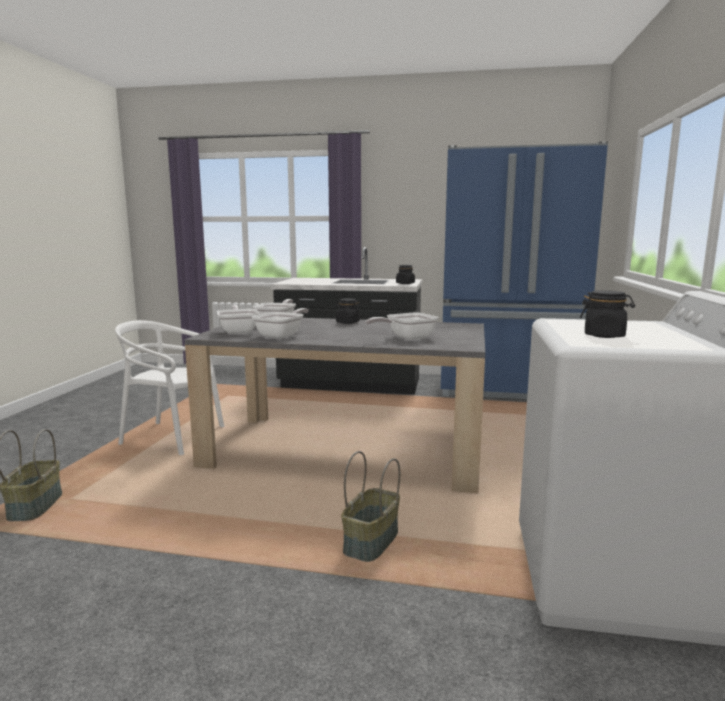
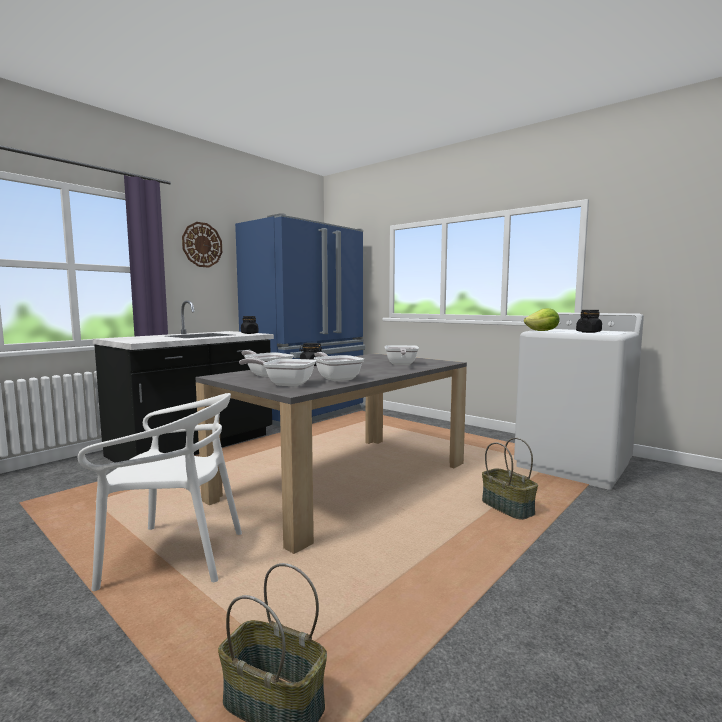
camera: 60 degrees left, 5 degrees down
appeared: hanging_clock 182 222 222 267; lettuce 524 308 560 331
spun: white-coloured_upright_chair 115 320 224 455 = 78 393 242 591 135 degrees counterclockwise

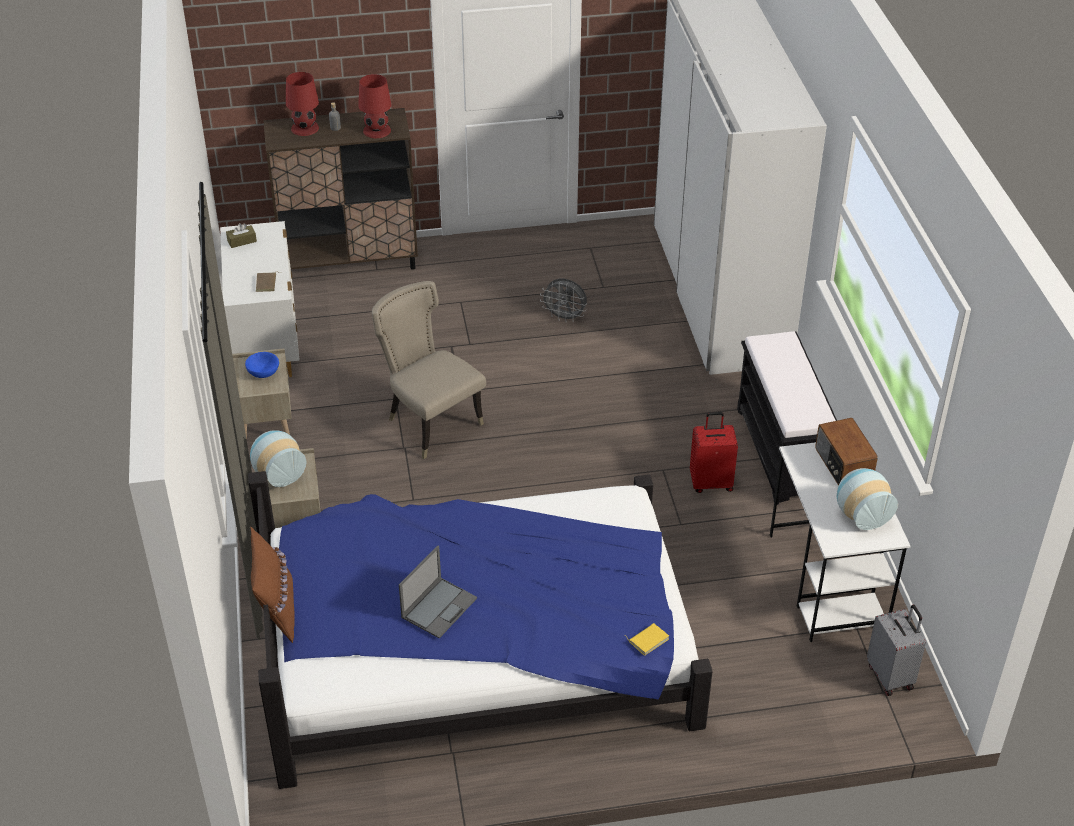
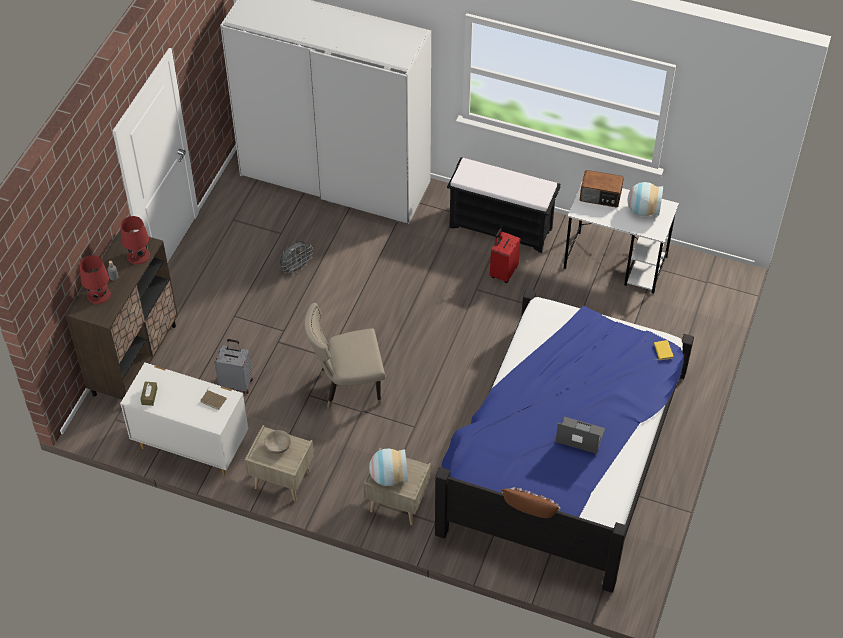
camera: 60 degrees left, 10 degrees up
relocated: greyish_piece_of_luggage 867 604 926 696 to 214 339 253 394
colour: blue_serving_bowl 245 352 279 378 to beige_serving_bowl 264 430 291 454
spun: notebook_computer 399 546 477 638 = 556 417 605 454 45 degrees counterclockwise

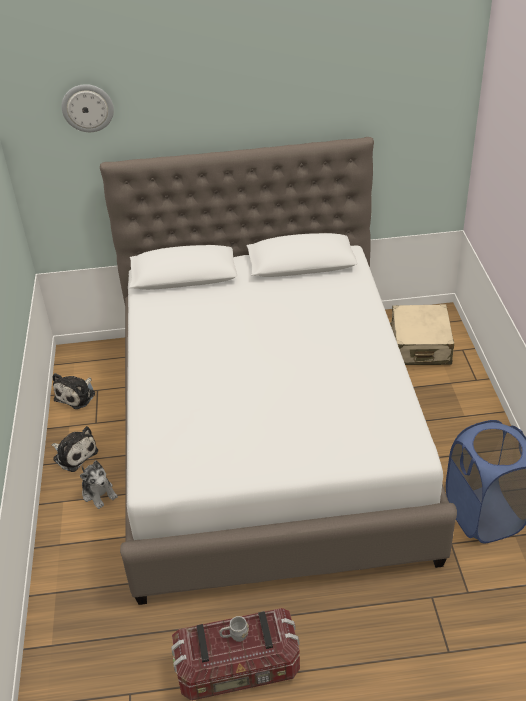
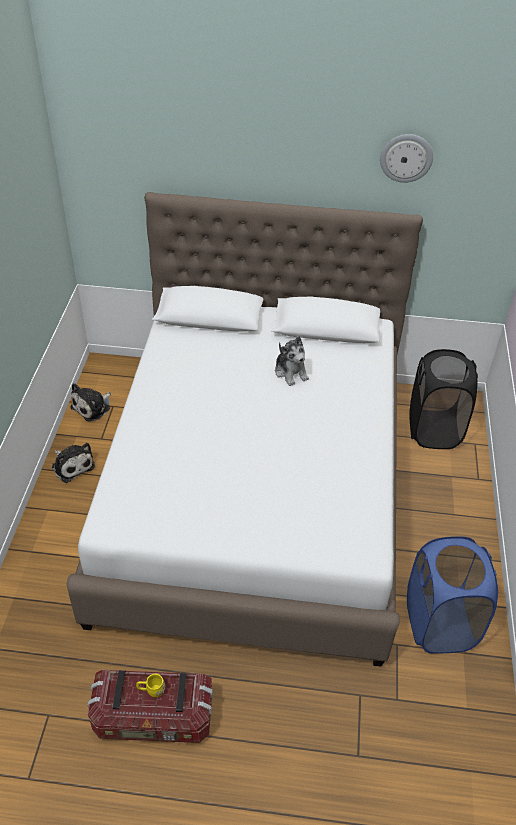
camera: 10 degrees right, 5 degrees up
relocated: hanging_clock 62 84 114 132 to 380 134 433 183; soft_toy 80 460 118 509 to 275 336 309 386
exchanged: beige_piece_of_luggage 390 304 454 365 to black_laundry_basket 409 349 478 449
colour: greyish_mug 219 616 249 642 to yellow_mug 136 674 165 697

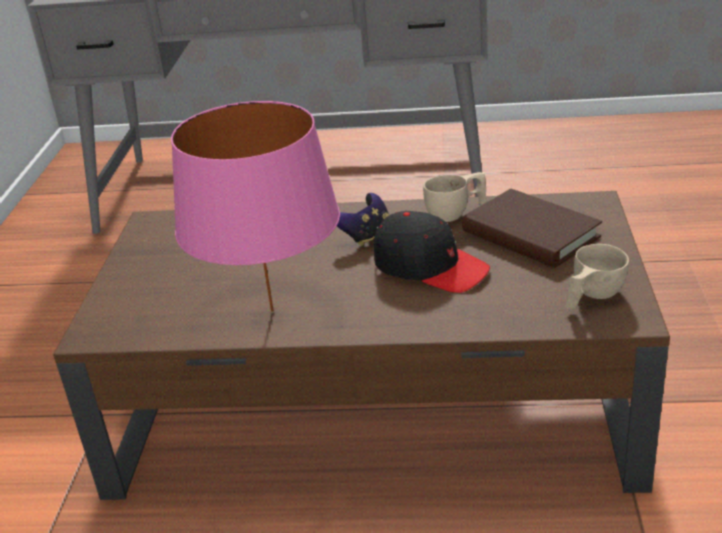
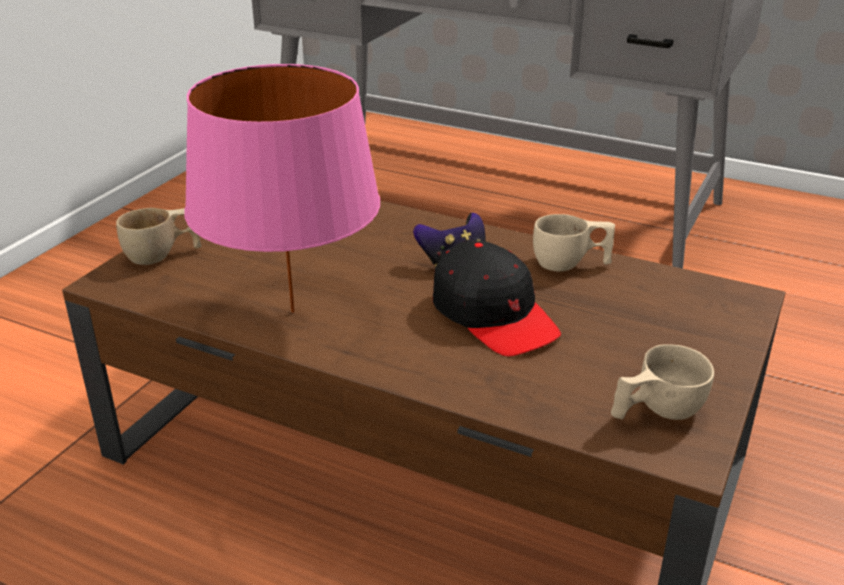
camera: 20 degrees right, 0 degrees up
missing: brown-coloured_volume 462 189 602 268
appeared: beige_small_cup 116 208 202 265

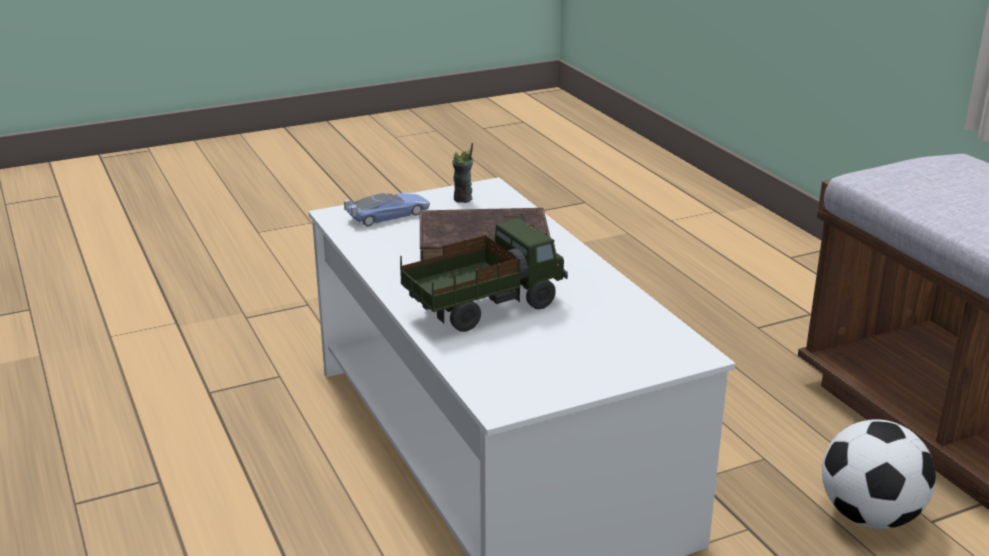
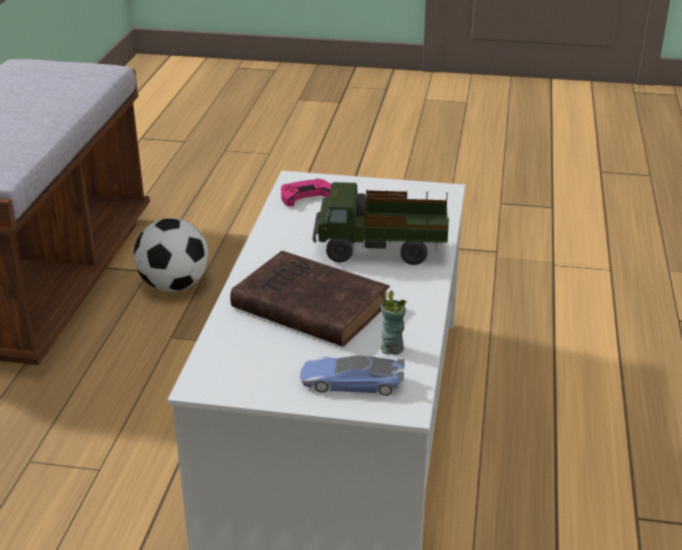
camera: 145 degrees left, 5 degrees up
appeared: pink_joypad 281 179 331 206
relocated: small_cup 452 143 473 203 to 380 289 407 355

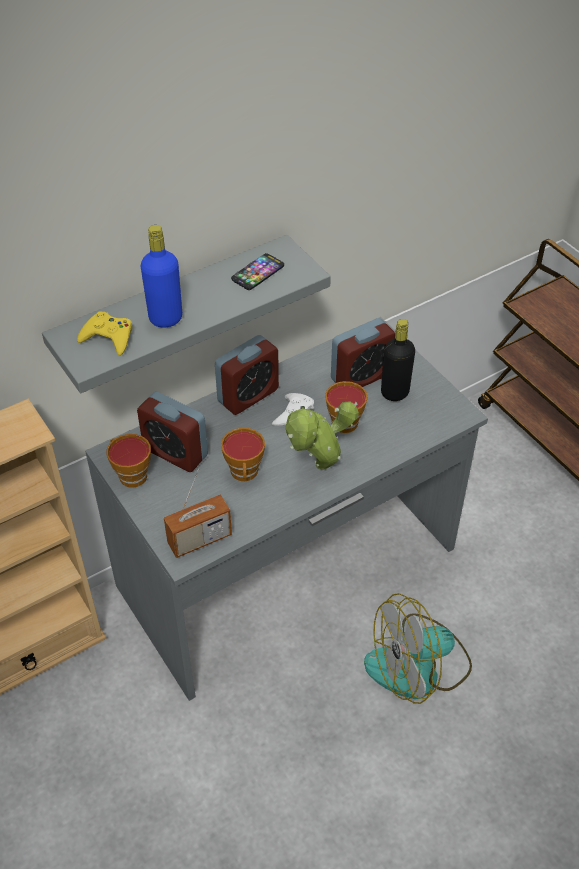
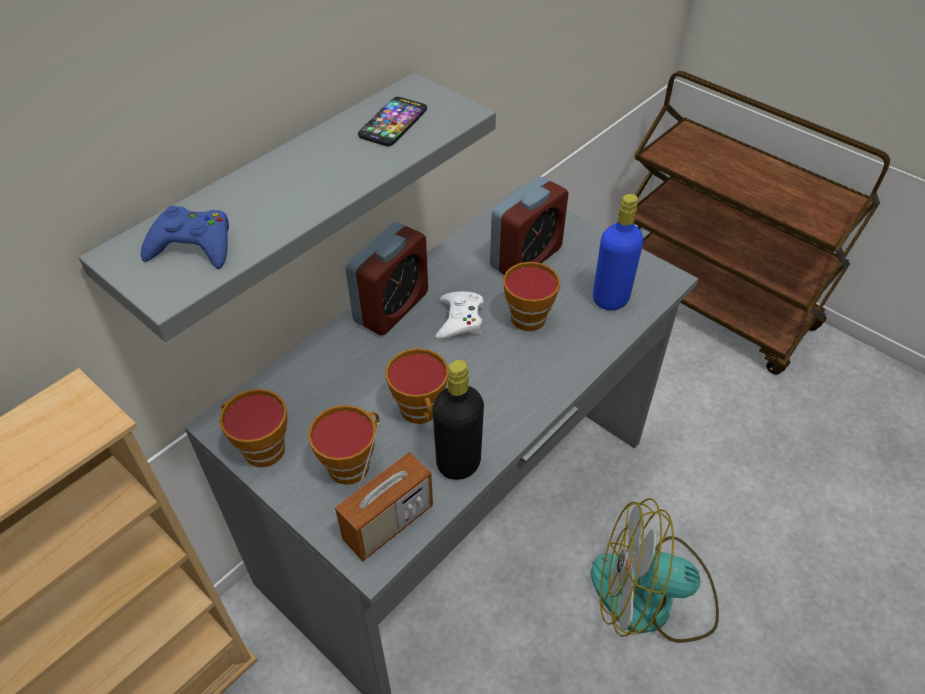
camera: 15 degrees left, 0 degrees up
missing: alarm_clock 137 391 208 472; potted_plant 285 401 359 470
appeared: small_cup 308 405 379 485
relocated: blue_drink_bottle 140 225 182 328 to 593 194 644 310; black_drink_bottle 381 319 415 401 to 433 360 484 480
colour: yellow_joypad 77 311 132 356 to blue_joypad 140 206 229 269
spun: fan 364 593 472 704 = 591 498 719 643 45 degrees clockwise

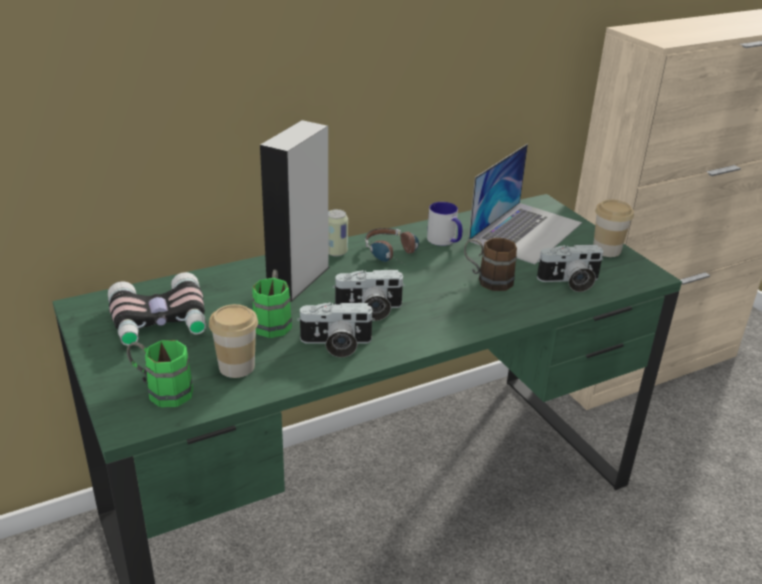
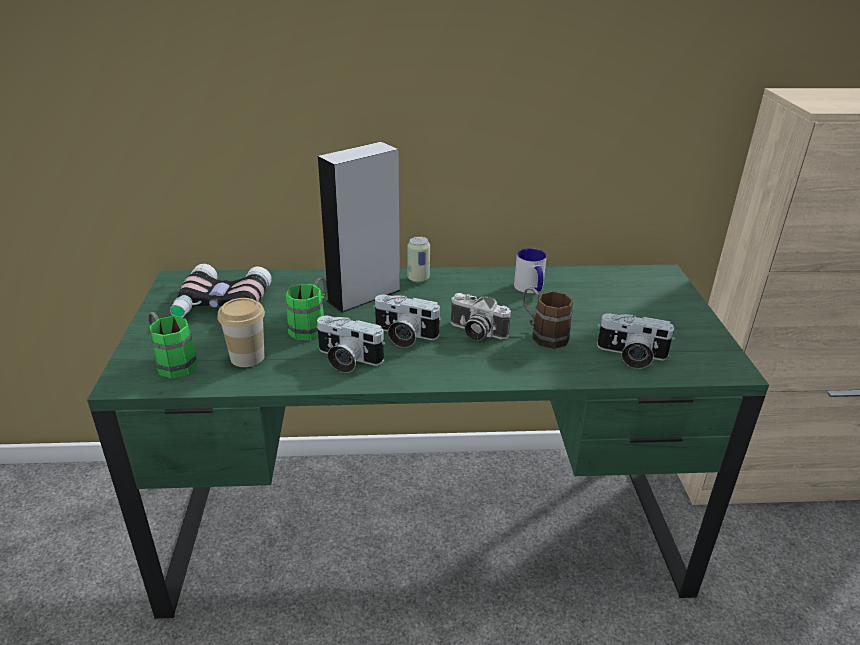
camera: 25 degrees right, 0 degrees up
missing: notebook_computer 469 144 582 264; small_cup 593 200 634 257; headset 365 228 419 264
appeared: photo_camera 451 293 511 340

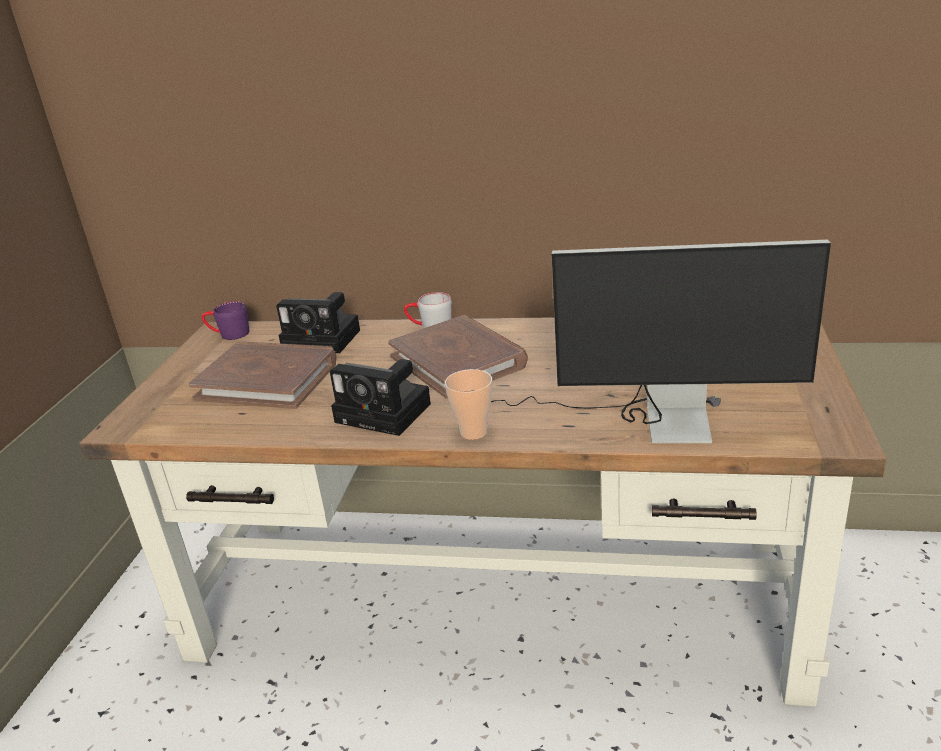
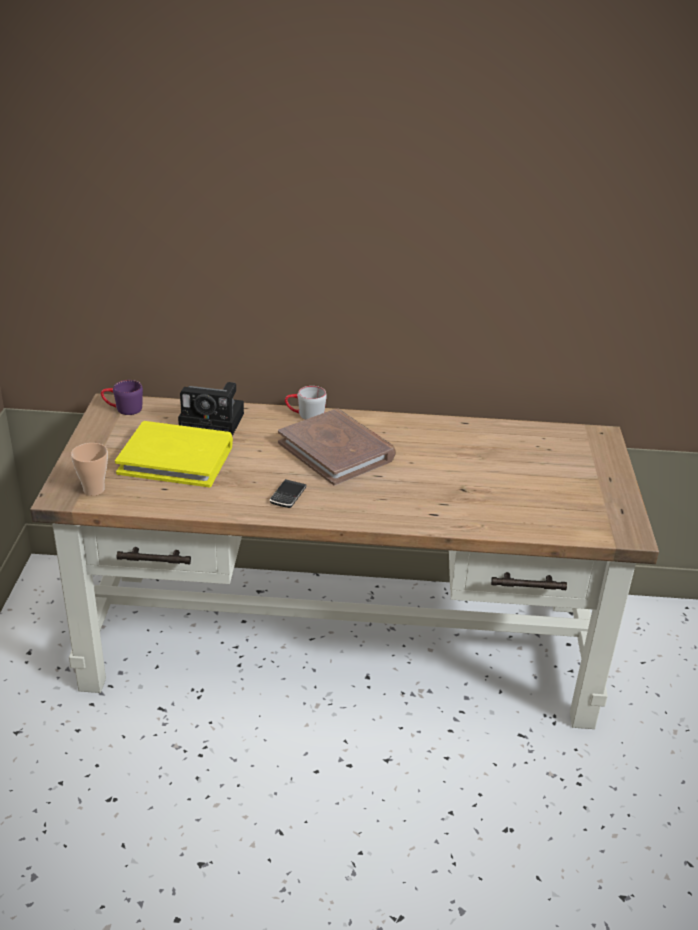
camera: 10 degrees left, 5 degrees up
missing: monitor 491 240 831 443
relocated: small_cup 445 369 492 440 to 71 443 108 496
exchanged: photo_camera 330 359 431 436 to telephone 270 479 307 508
colour: brown-coloured_volume 188 341 336 409 to yellow_volume 115 421 233 487

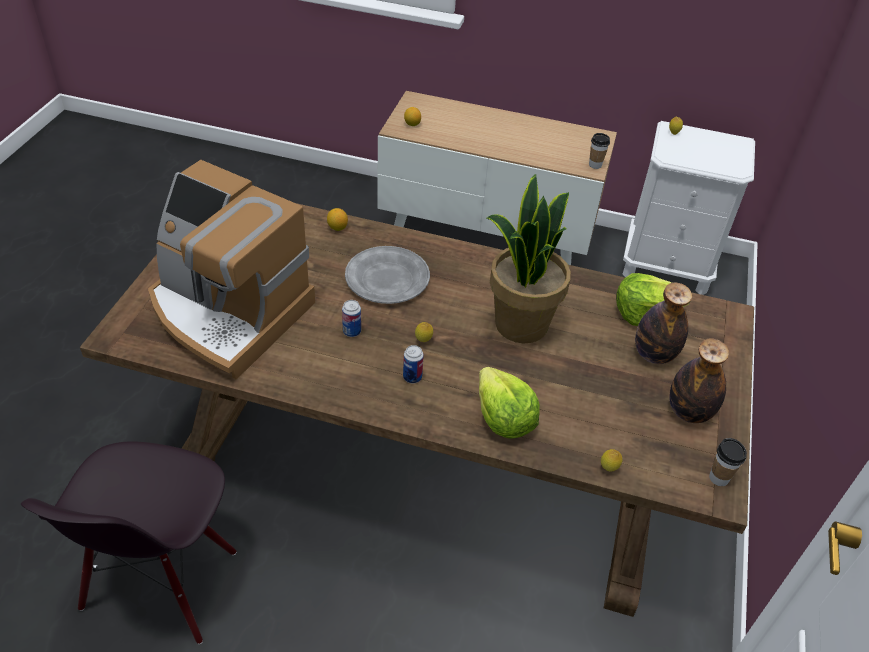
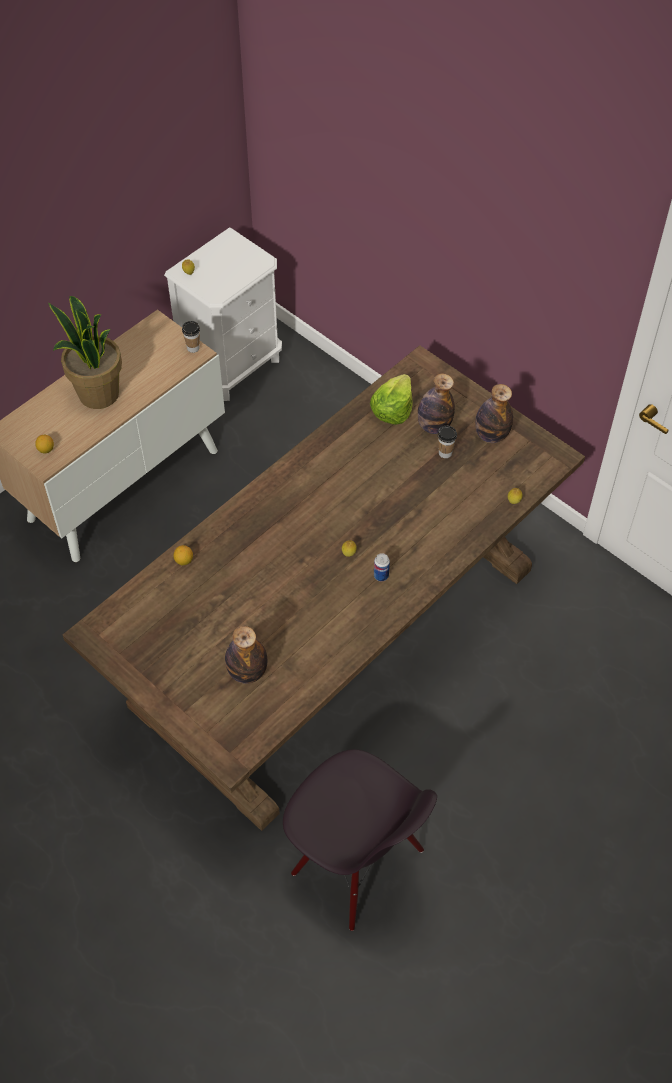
camera: 60 degrees left, 10 degrees up
missing: greyish_flat_dish 345 246 430 304; can 342 300 361 337; lettuce 479 367 540 439
relocated: potted_plant 487 174 571 343 to 48 296 122 409; small_cup 709 438 747 486 to 438 426 457 458
exchanged: coffee_brewer 148 160 315 380 to drink_bottle 225 626 267 684

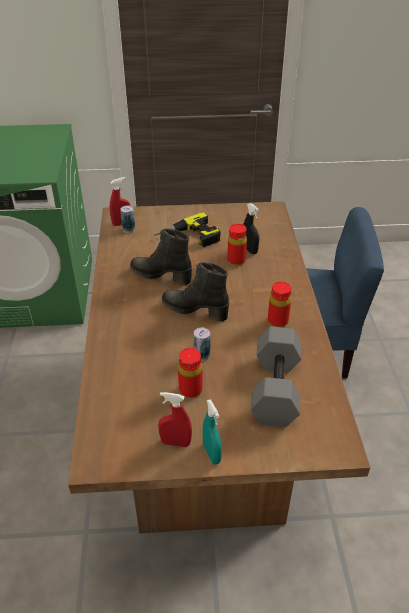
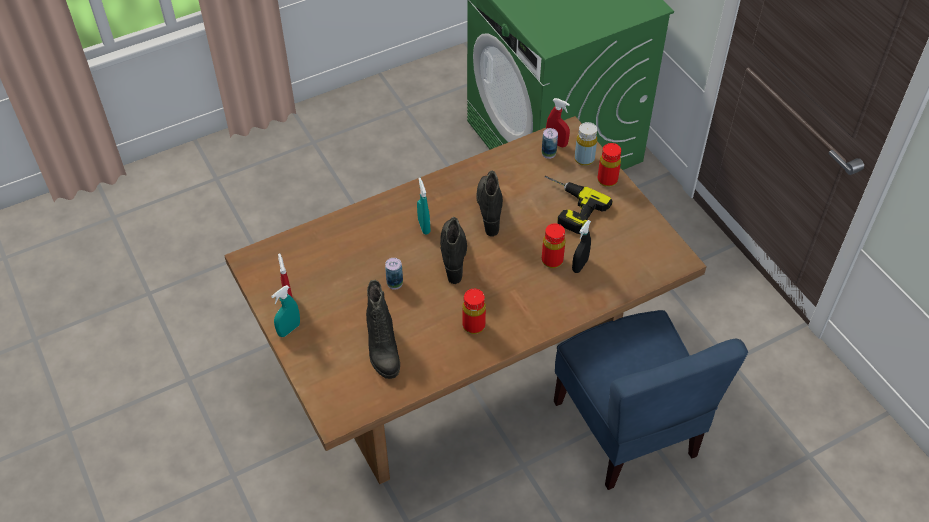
camera: 65 degrees right, 10 degrees up
appeared: yellow_drink_bottle 575 122 597 166; blue-green_hand_sprayer 417 178 430 234
relocated: red_drink_bottle 178 348 203 398 to 598 143 621 187
exchanged: greyish_free_weight 251 326 302 427 to black_boot 366 280 400 379

